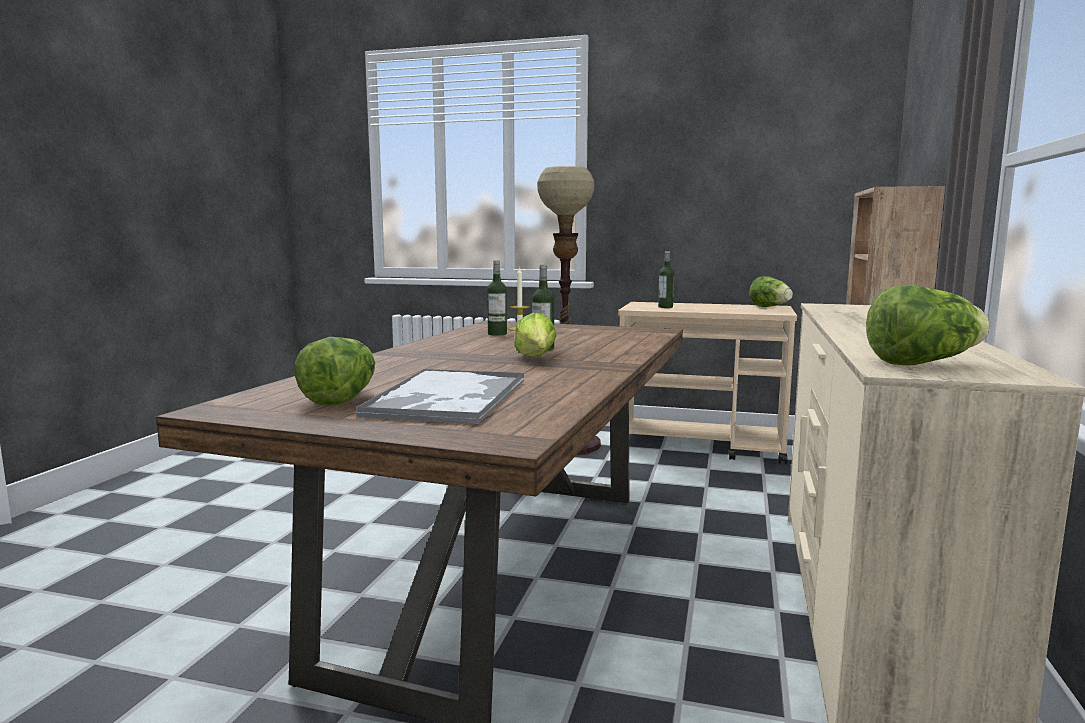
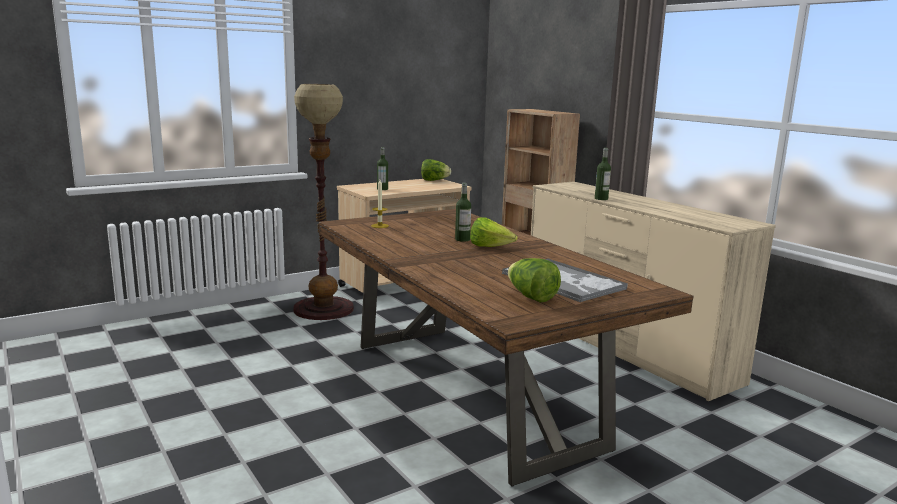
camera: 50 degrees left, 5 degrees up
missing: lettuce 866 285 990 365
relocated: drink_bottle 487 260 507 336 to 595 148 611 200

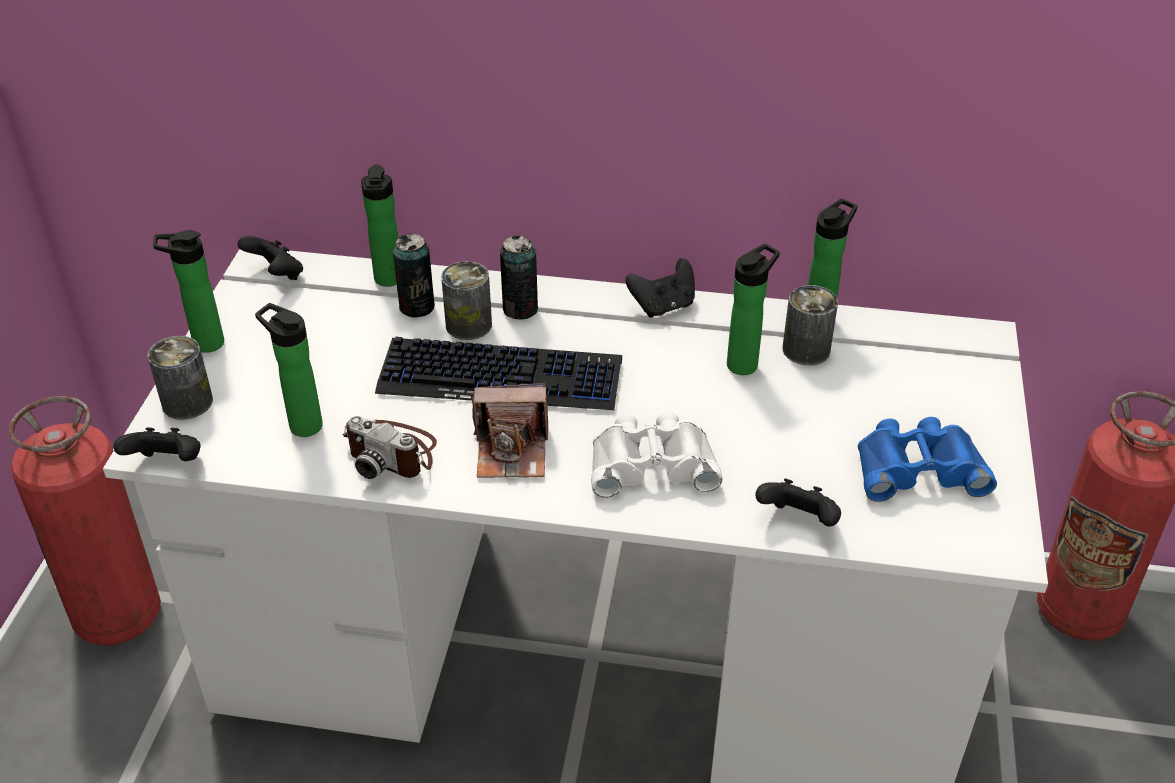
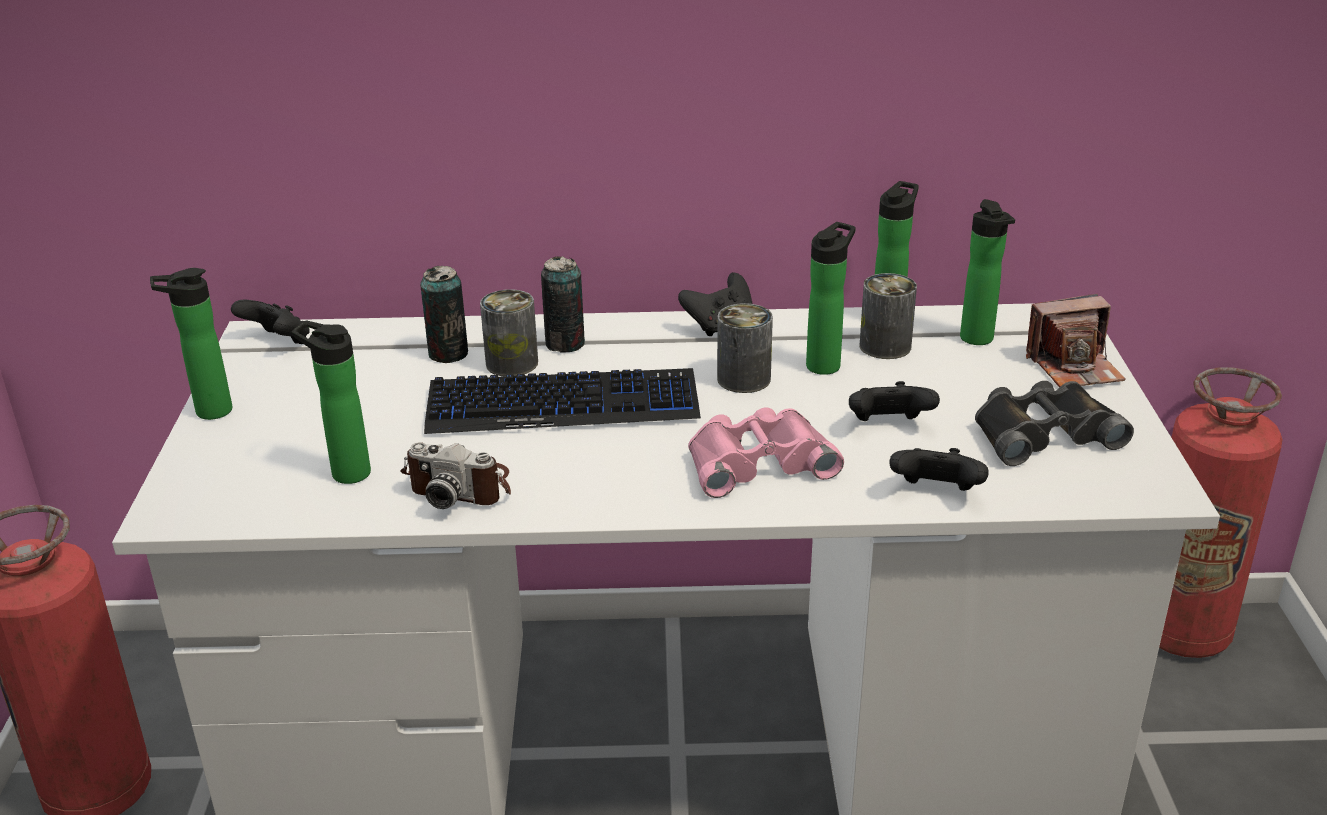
camera: 10 degrees left, 10 degrees down
relocated: drink_bottle 361 164 398 287 to 960 199 1015 345; can 147 336 213 420 to 717 303 773 393; photo_camera 472 383 548 478 to 1026 294 1126 388; black_joypad 114 427 201 461 to 849 381 940 421
colour: white-coloured_field_glasses 591 412 723 498 to pink_field_glasses 688 408 844 498; blue_field_glasses 858 417 997 502 to black_field_glasses 975 381 1134 466

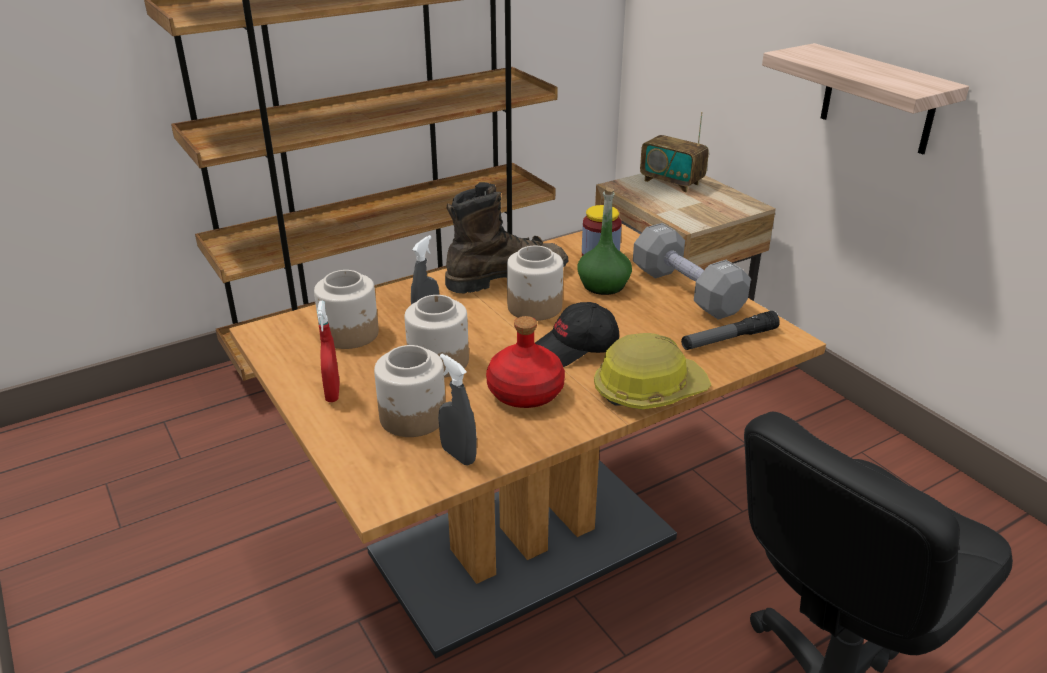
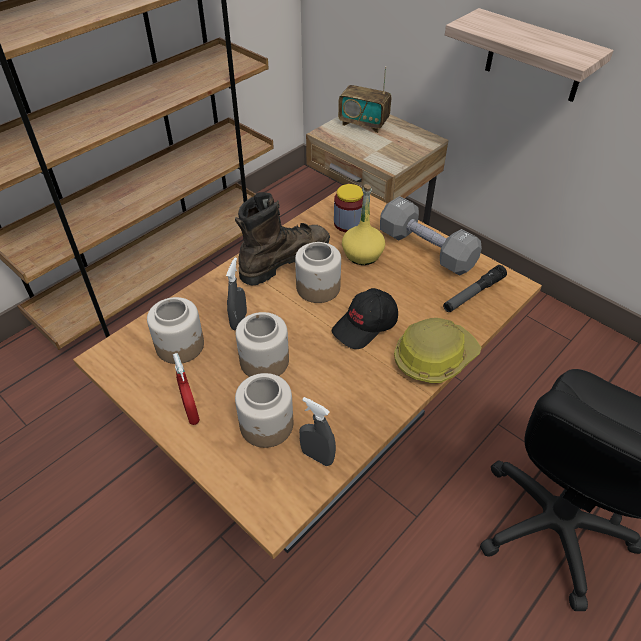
camera: 15 degrees left, 15 degrees up
missing: red_drink_bottle 486 316 565 408
colour: green_drink_bottle 578 187 632 295 to yellow_drink_bottle 342 184 385 265

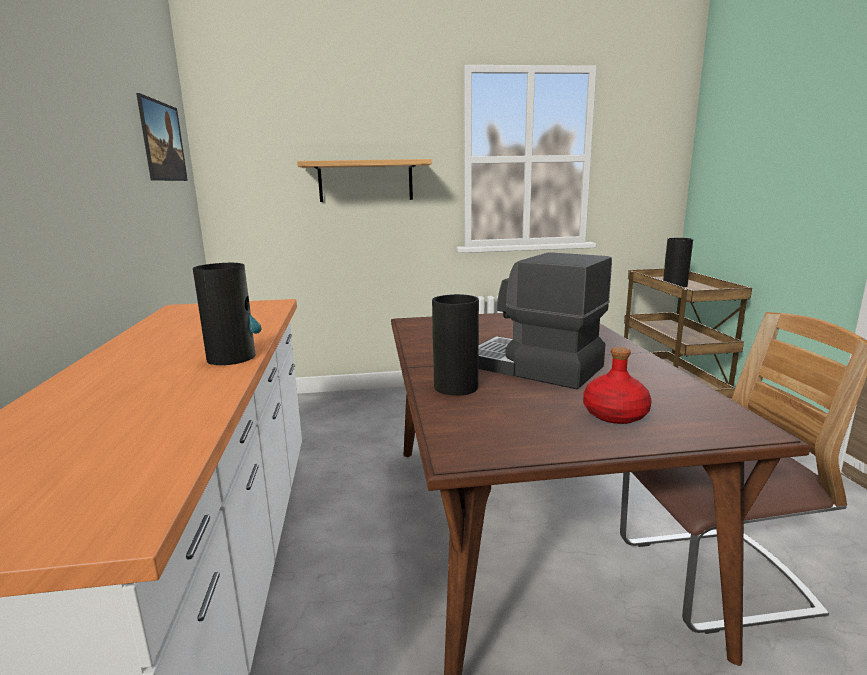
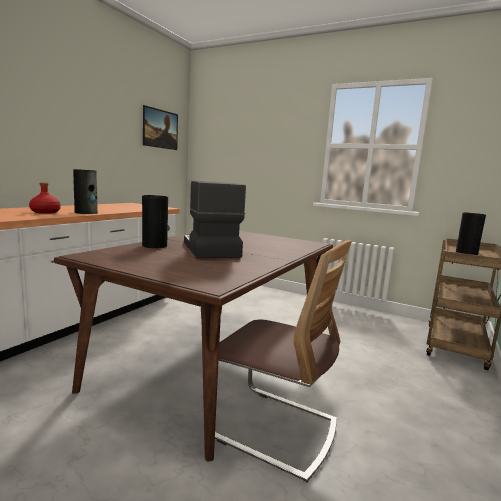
camera: 35 degrees right, 5 degrees down
missing: shelf 297 159 431 202
relocated: red_drink_bottle 583 347 652 424 to 29 182 61 214

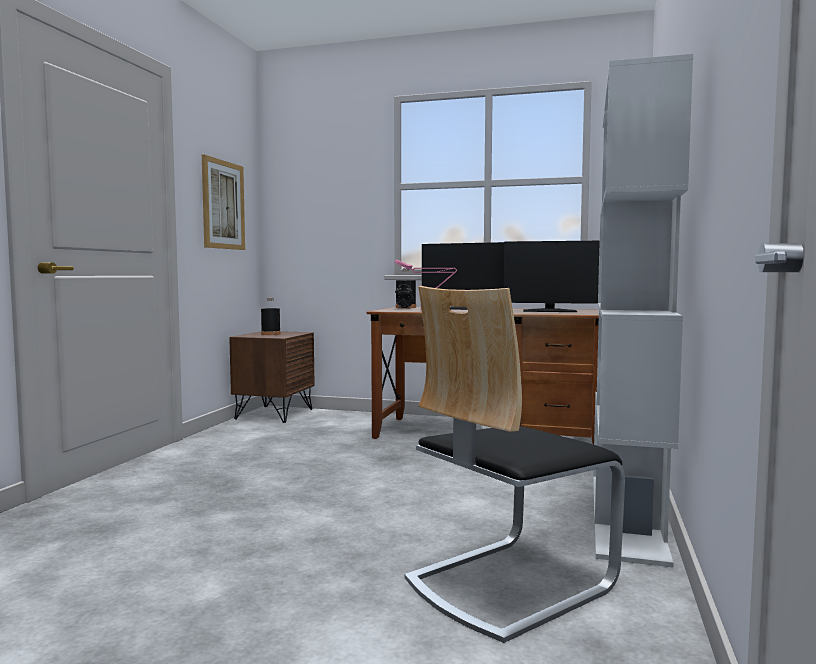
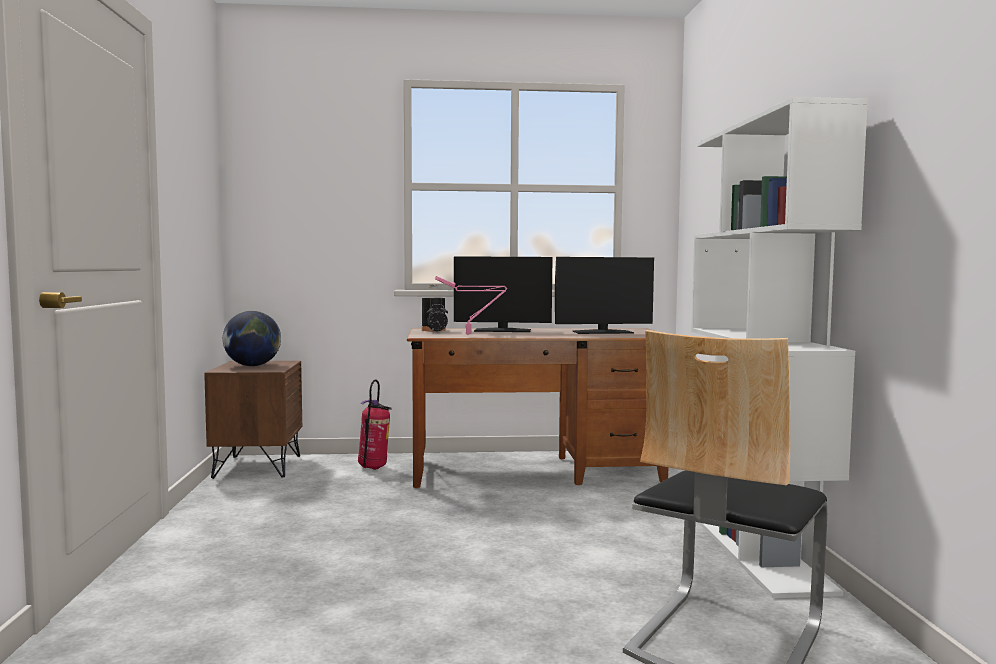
camera: 20 degrees left, 0 degrees up
missing: wall_picture 202 155 245 250
appeared: extinguisher 358 379 392 470
exchanged: black_drink_bottle 261 298 281 335 to world_globe 223 311 281 366

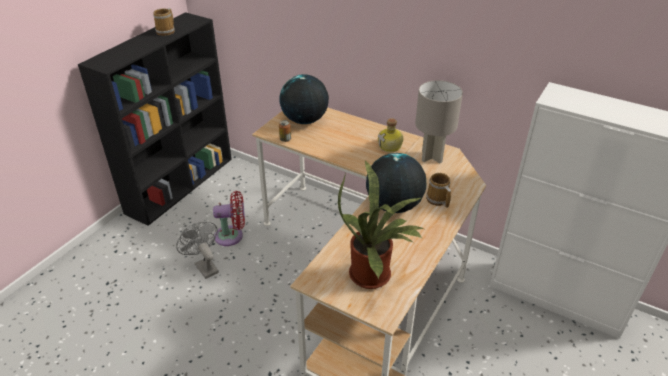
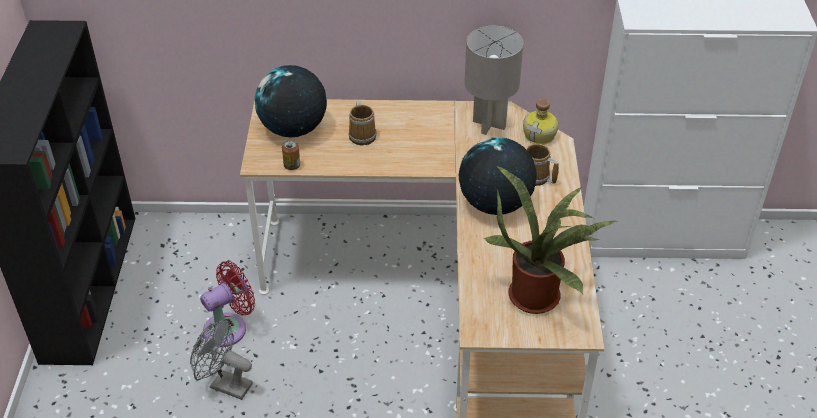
camera: 30 degrees left, 5 degrees up
relocated: mug 153 8 175 36 to 348 101 377 145; drink_bottle 378 118 403 152 to 523 99 558 145

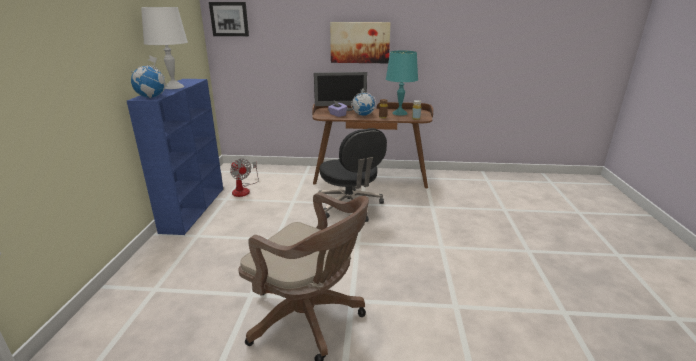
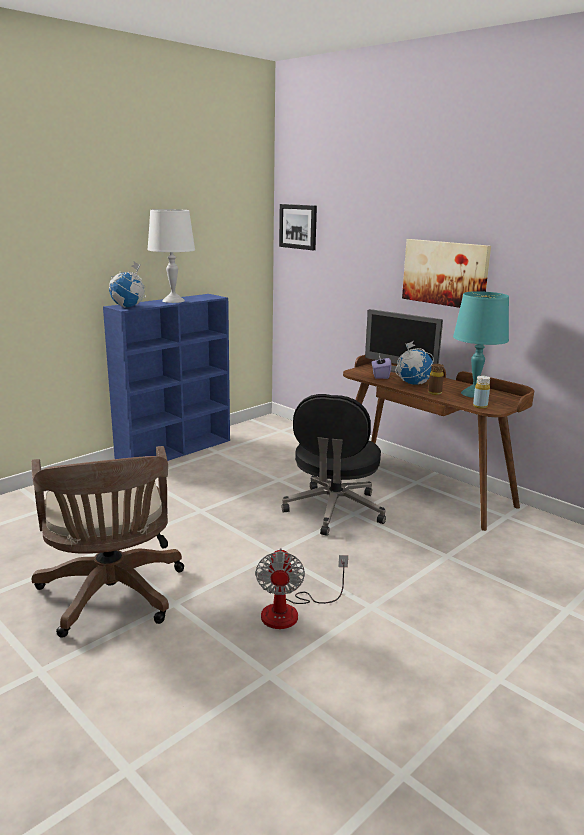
camera: 40 degrees right, 5 degrees down
relocated: fan 230 159 259 197 to 255 548 348 629

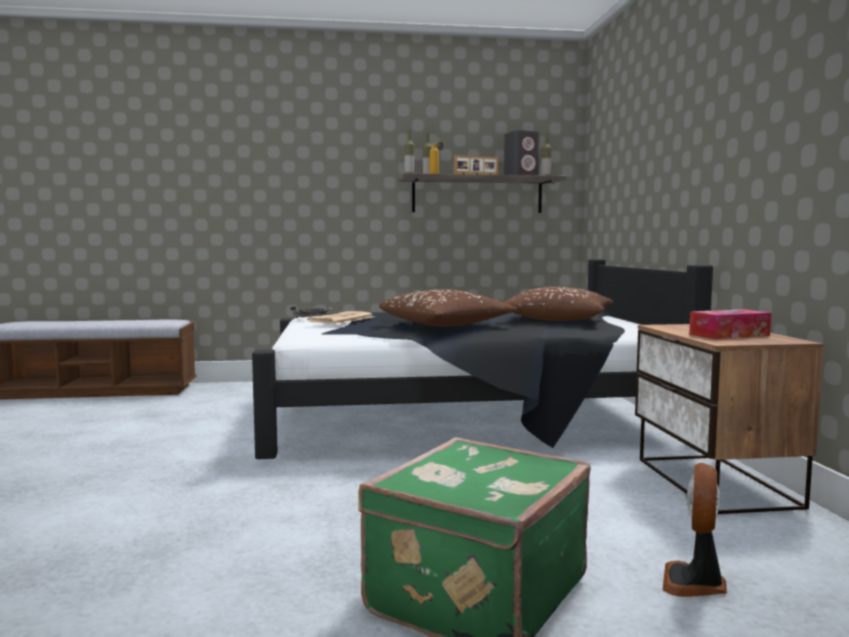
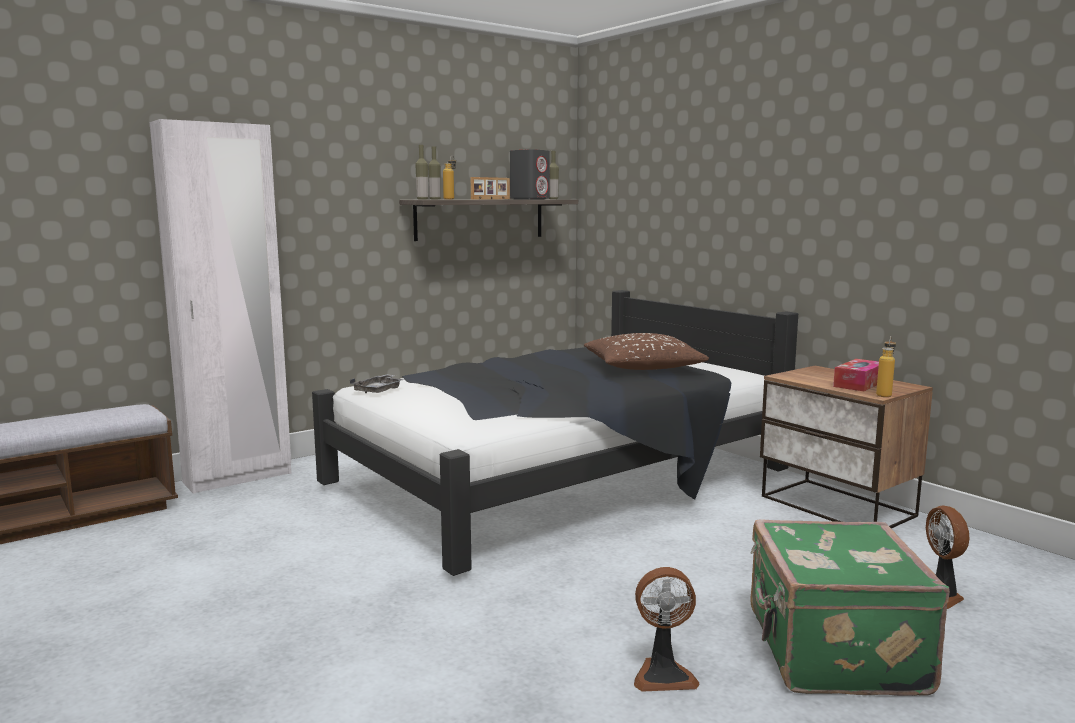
camera: 30 degrees left, 5 degrees up
missing: brown-coloured_pillow 379 289 517 326; daily_paper 307 311 374 324
appeared: white-coloured_clothes_cupboard 150 119 291 494; drink_bottle 876 336 896 397; fan 634 567 700 692

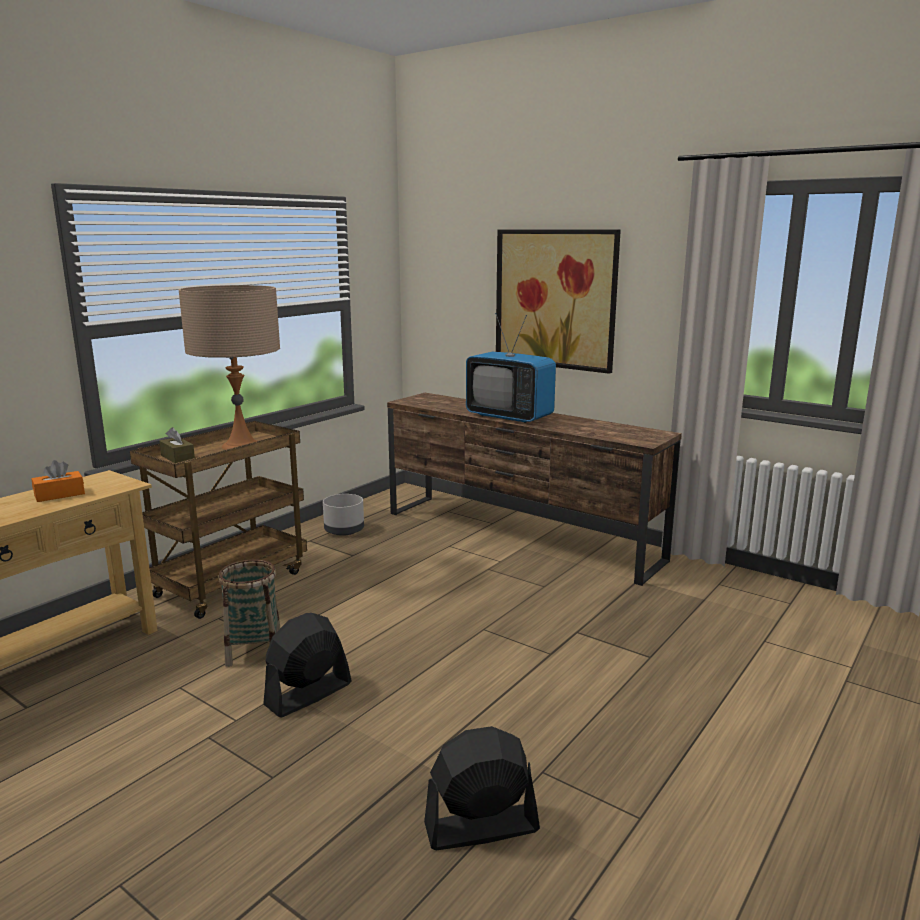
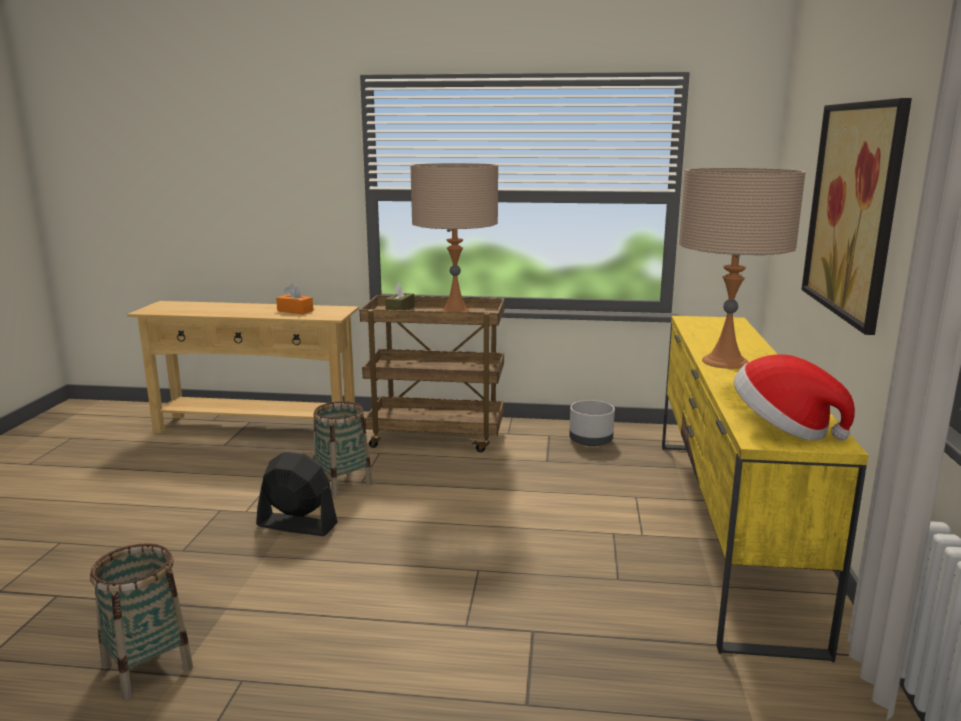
camera: 60 degrees right, 0 degrees up
appeared: hat 734 354 855 441
exchanged: TV 466 313 556 423 to beige_tabletop_lamp 679 168 806 369; black_fan 424 726 540 850 to household_basket 90 543 193 700
colour: brown-coloured_tv_unit 387 393 682 586 to yellow_tv_unit 662 316 869 662

